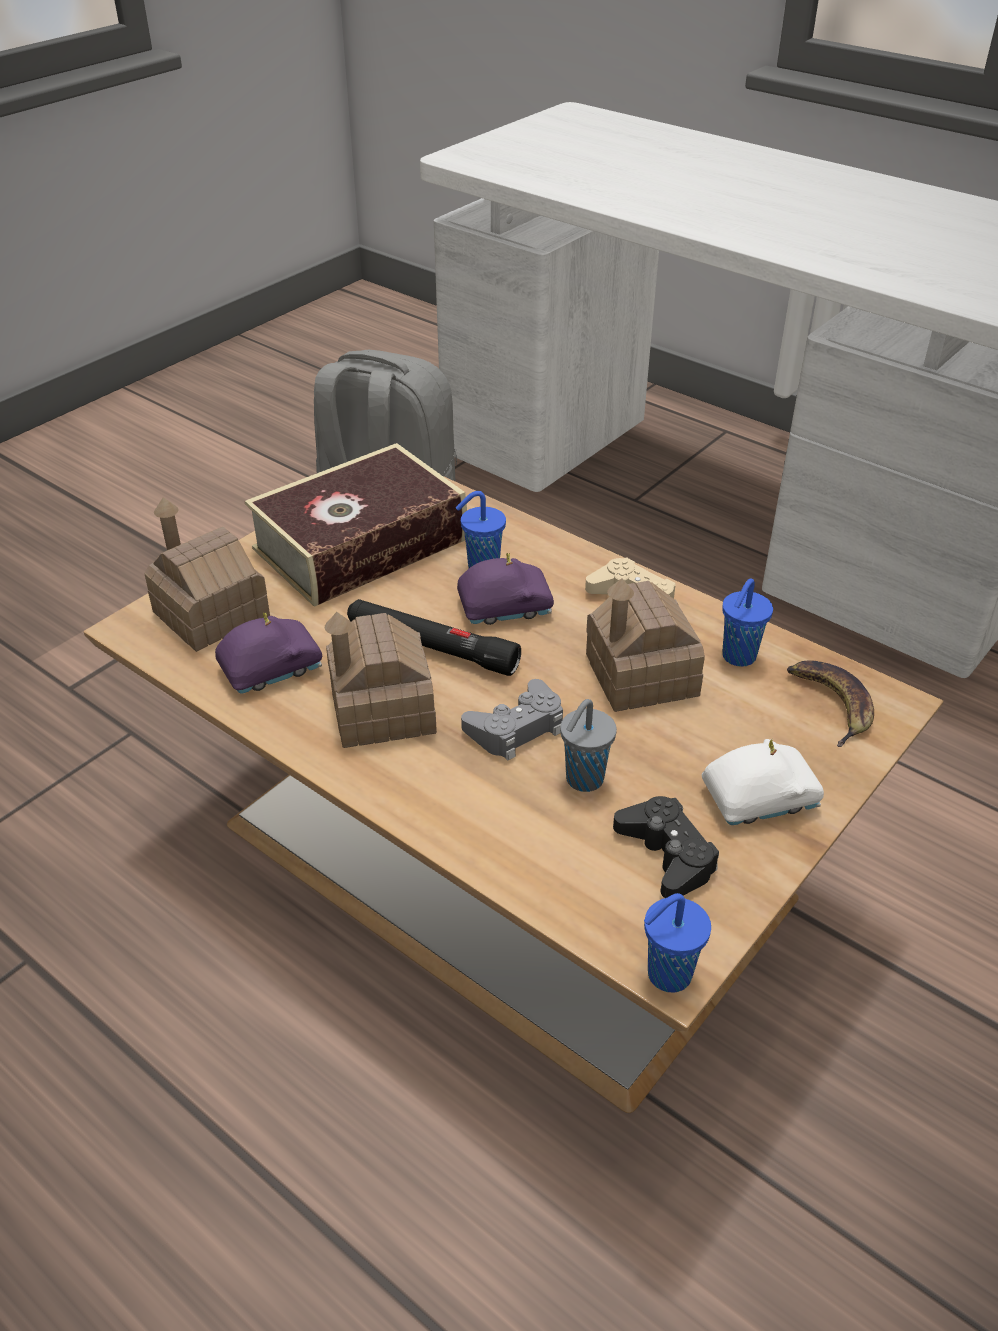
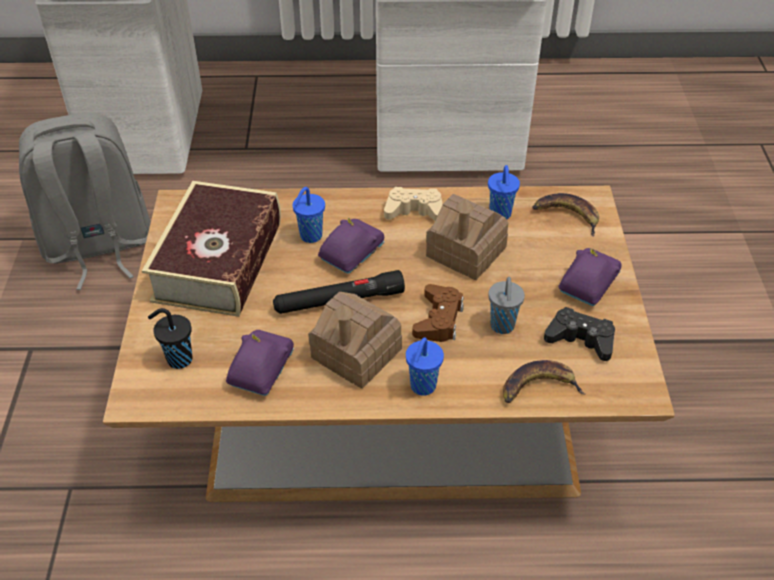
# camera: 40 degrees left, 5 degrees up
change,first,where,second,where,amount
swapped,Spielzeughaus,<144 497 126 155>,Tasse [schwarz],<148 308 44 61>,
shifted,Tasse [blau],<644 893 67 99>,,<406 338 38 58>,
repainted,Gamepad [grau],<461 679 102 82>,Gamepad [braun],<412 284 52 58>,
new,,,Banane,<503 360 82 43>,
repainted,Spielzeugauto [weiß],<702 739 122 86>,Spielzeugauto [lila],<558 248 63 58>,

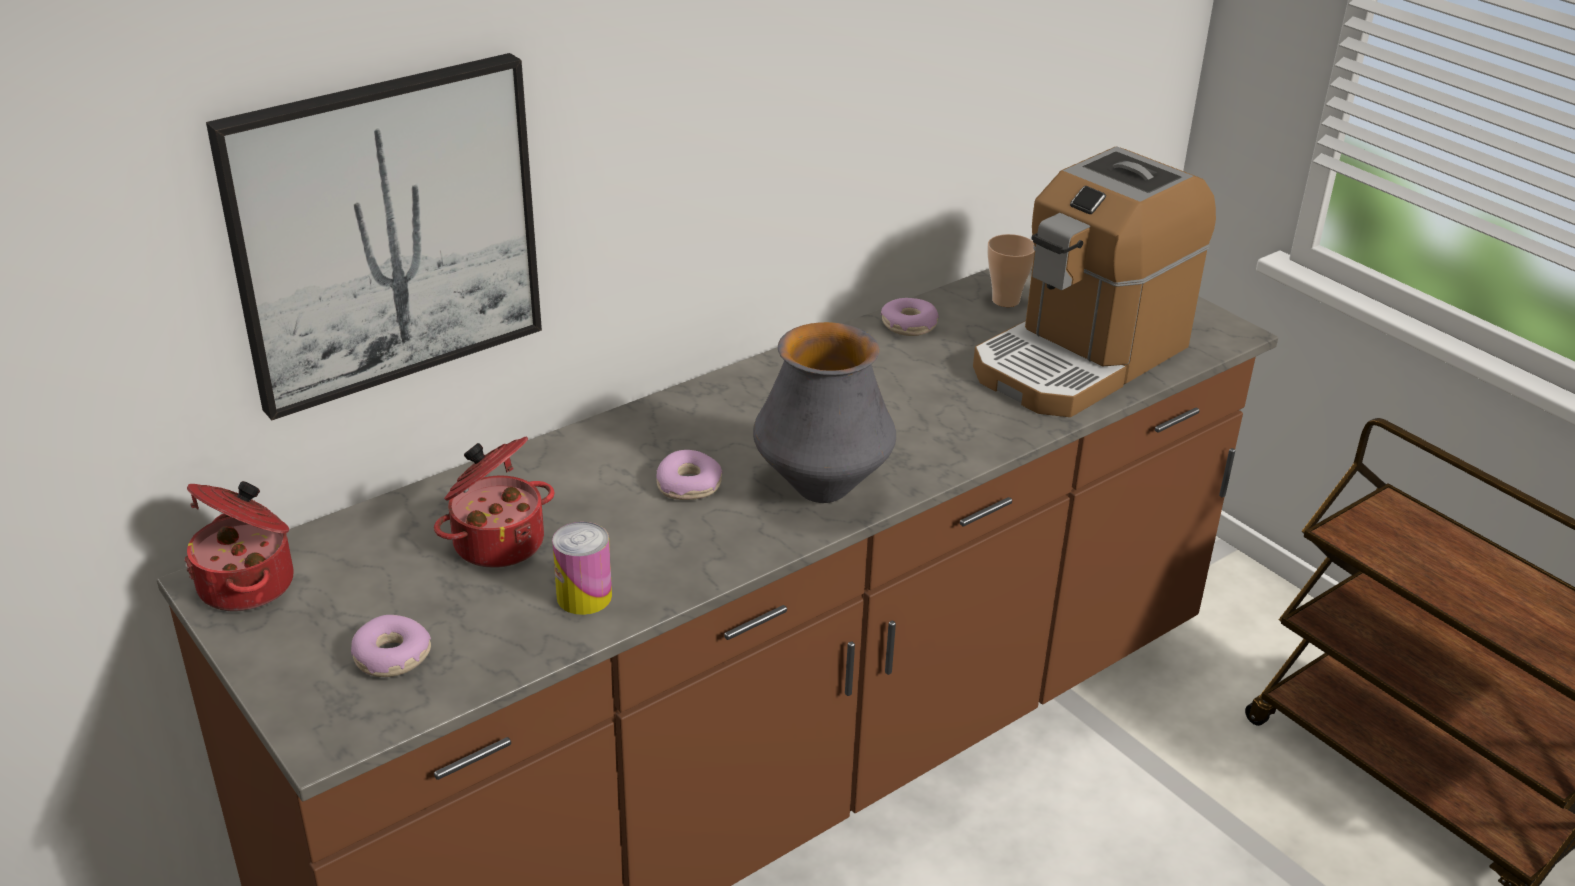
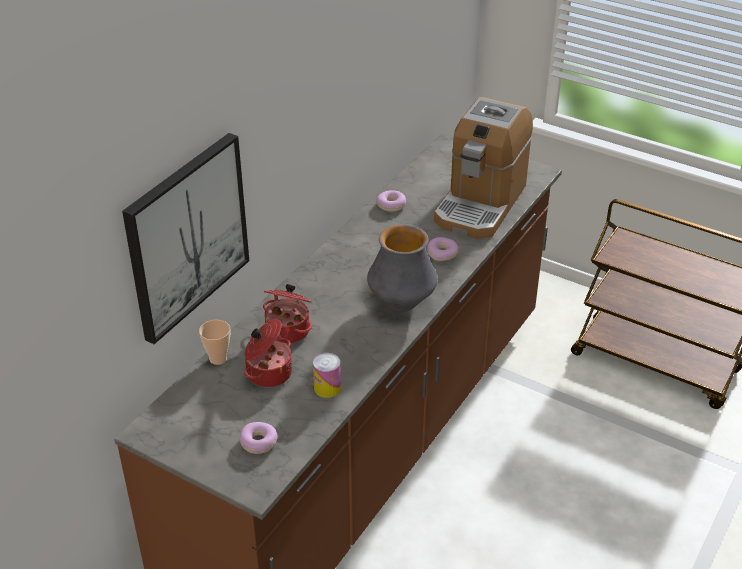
# camera: 20 degrees left, 5 degrees up
change,first,where,second,where,amount
shifted,Tasse,<987 234 47 73>,,<199 320 31 45>,
shifted,Kochtopf,<184 481 110 130>,,<263 284 49 60>,
shifted,Donut,<656 450 67 50>,,<427 237 31 24>,

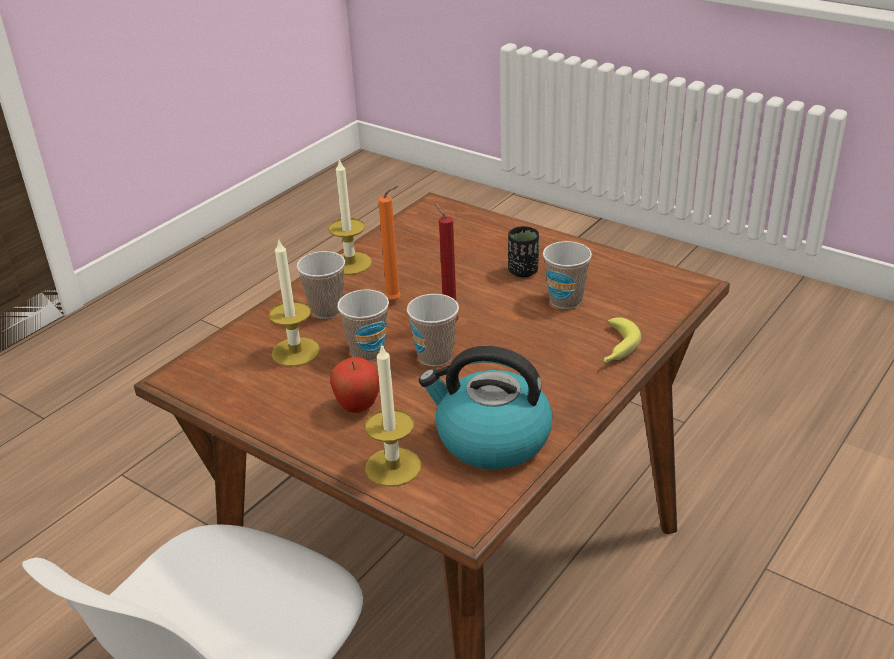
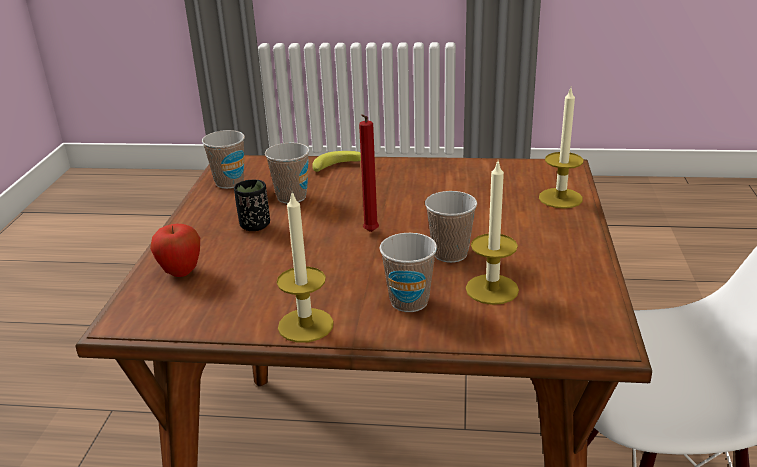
# camera: 120 degrees left, 5 degrees down
change,first,where,second,where,amount
shifted,Apfel,<330 357 50 56>,,<150 224 50 53>,
shifted,Tasse,<407 294 52 72>,,<202 130 43 59>,
gone,Kerze [orange],<378 186 23 115>,,,
gone,Wasserkessel,<419 346 134 123>,,,

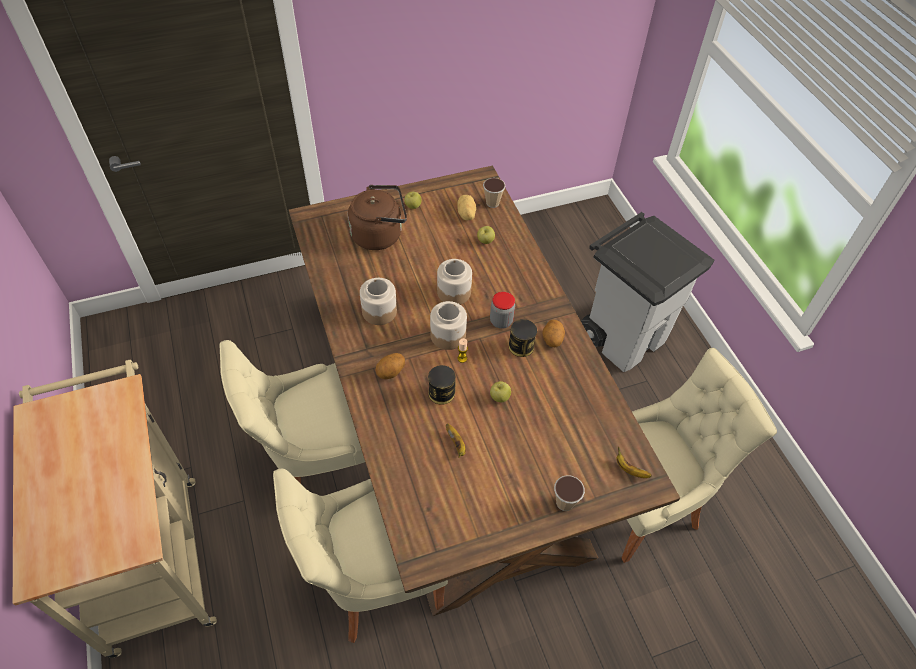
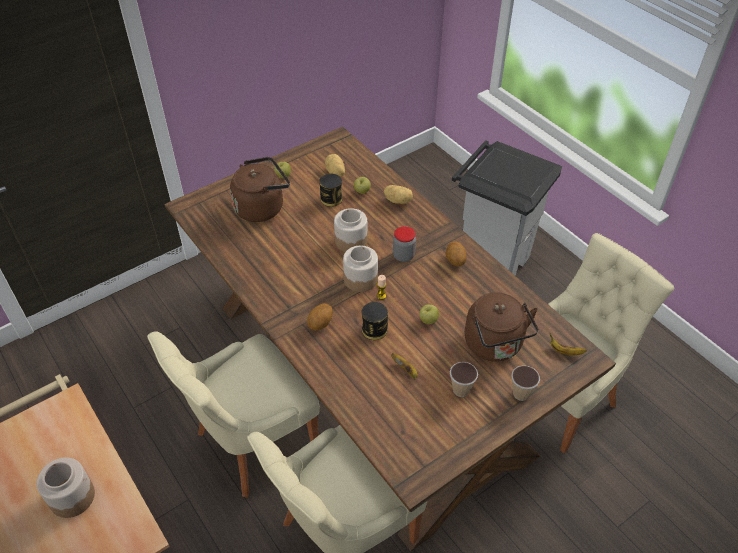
# camera: 15 degrees left, 5 degrees down
change,first,where,second,where,amount
shifted,Vorratsglas,<360 278 37 47>,,<36 457 59 61>,
shifted,Dose,<509 319 28 38>,,<319 174 23 33>,
new,,,Kartoffel,<384 185 29 19>,
shifted,Tasse,<483 178 22 30>,,<450 362 28 35>,
new,,,Wasserkessel [braun],<465 292 74 69>,

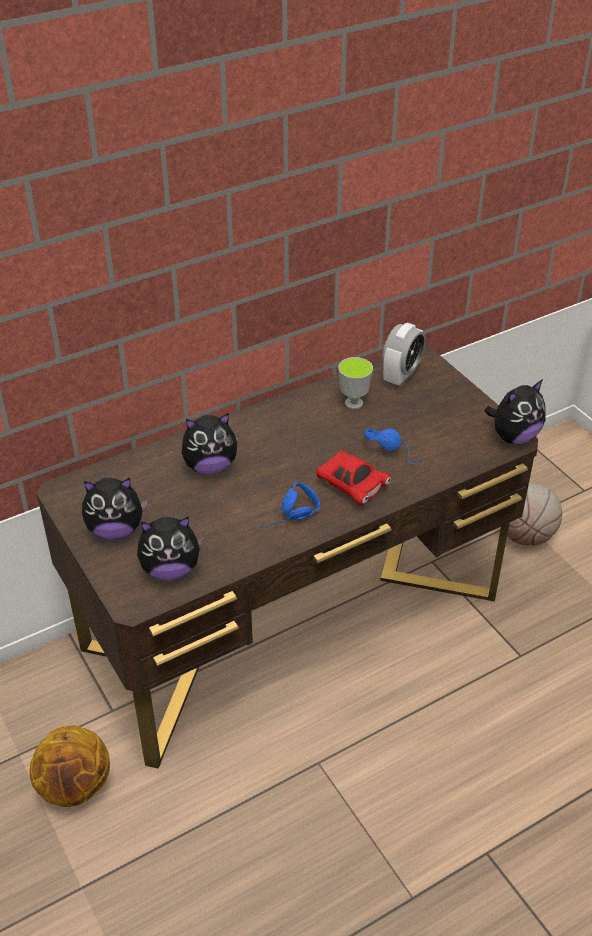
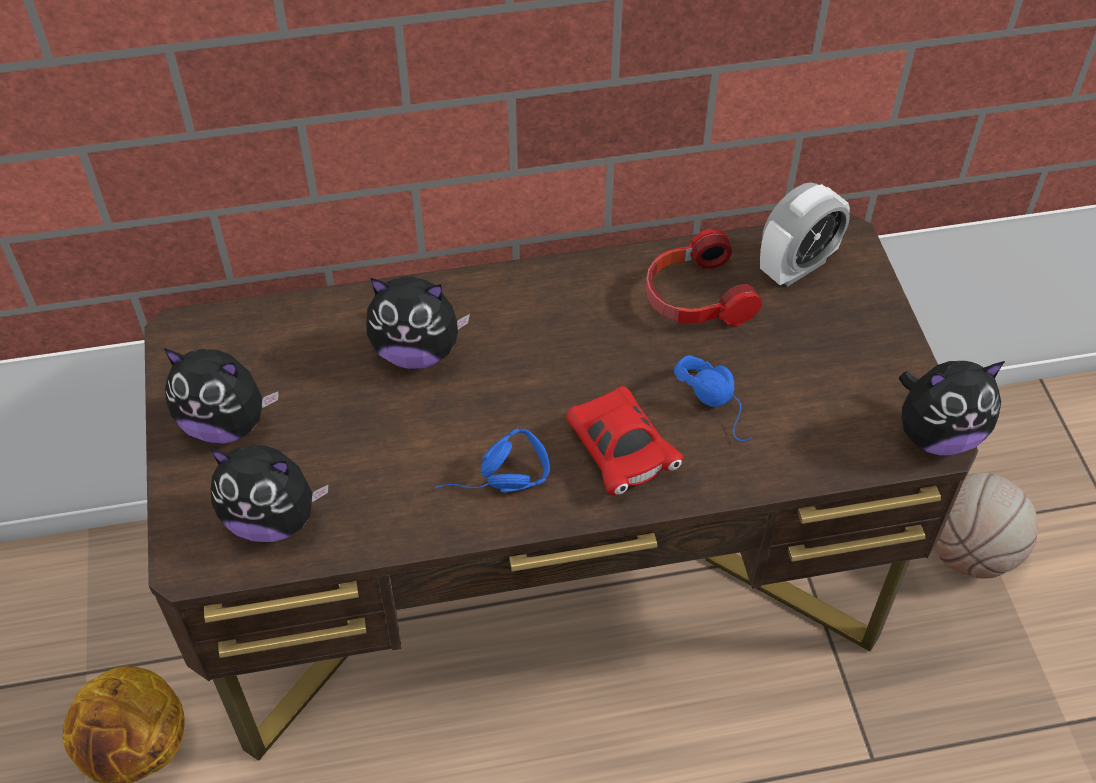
# camera: 20 degrees right, 10 degrees up
change,first,where,second,where,amount
swapped,Tasse,<338 357 35 52>,Kopfhörer,<646 229 116 97>,

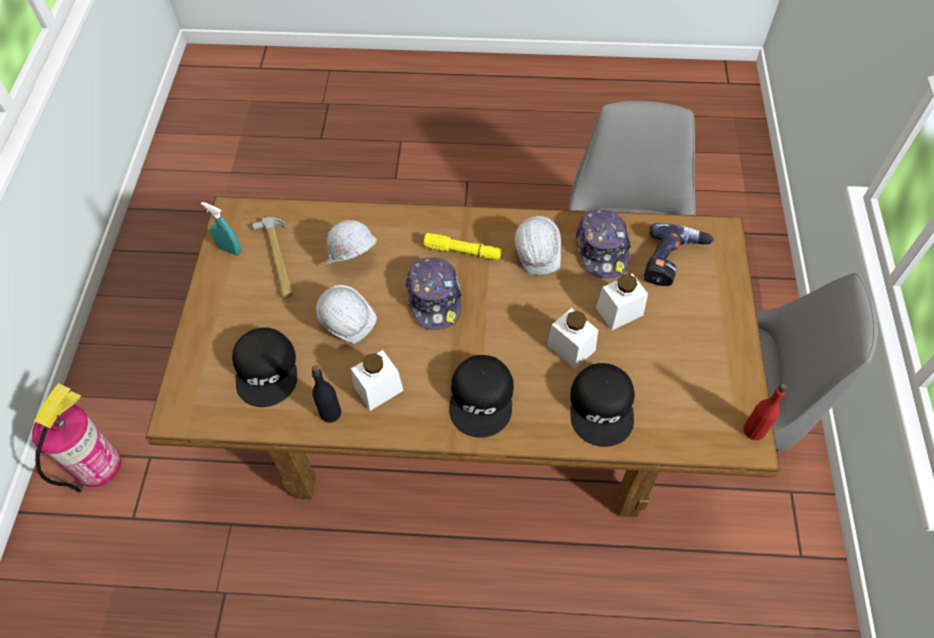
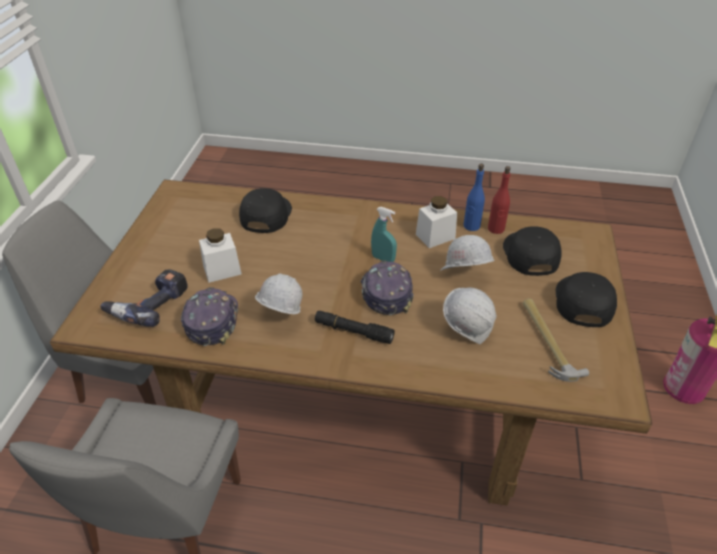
# camera: 175 degrees left, 15 degrees down
change,first,where,second,where,amount
repainted,Taschenlampe [gelb],<424 233 78 27>,Taschenlampe [schwarz],<315 311 80 33>,
shifted,Sprühflasche [türkis],<201 202 40 53>,,<371 207 26 55>,
repainted,Flasche [schwarz],<312 366 29 57>,Flasche [blau],<464 164 21 67>,
shifted,Flasche [rot],<743 384 44 56>,,<488 166 22 68>,
shifted,Kappe [schwarz],<449 355 65 83>,,<556 272 61 55>,
gone,Vorratsglas [weiß],<547 308 51 61>,,,

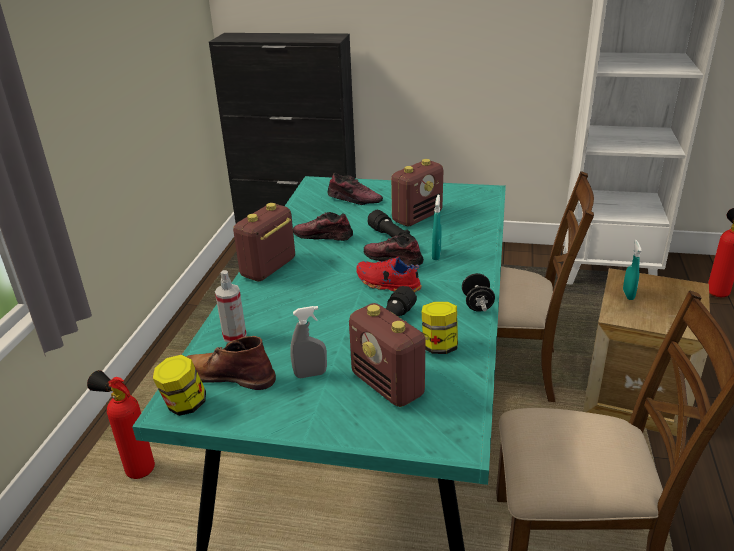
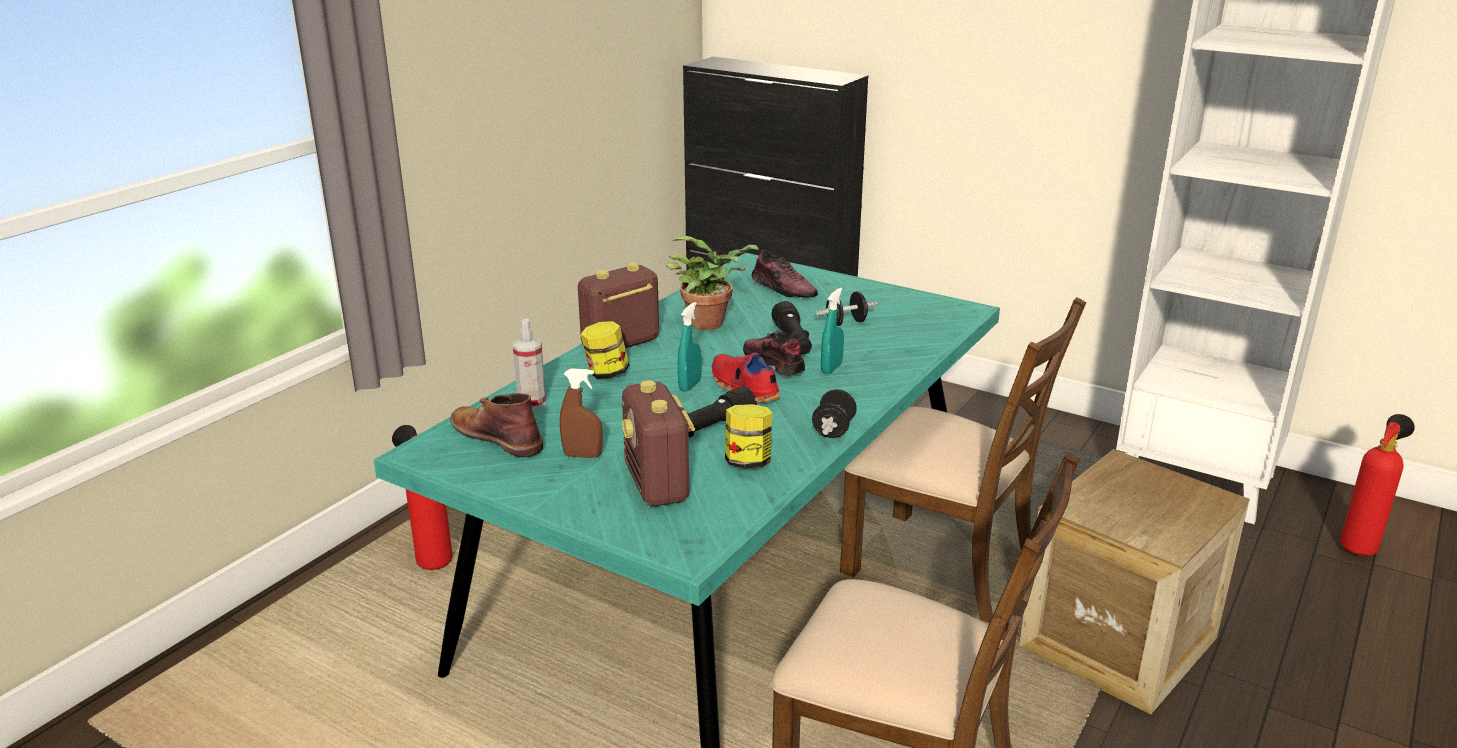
# camera: 20 degrees right, 5 degrees down
change,first,where,second,where,amount
repainted,Sprühflasche [grau],<290 306 37 72>,Sprühflasche [braun],<560 368 43 90>,
shifted,Vorratsglas,<153 355 53 61>,,<581 321 48 58>,
swapped,Schuh,<293 212 60 29>,Topfpflanze,<666 235 93 95>,
shifted,Sprühflasche [türkis],<623 240 19 60>,,<678 302 23 90>,
swapped,Radio,<391 159 52 67>,Hantel [schwarz],<815 291 62 35>,

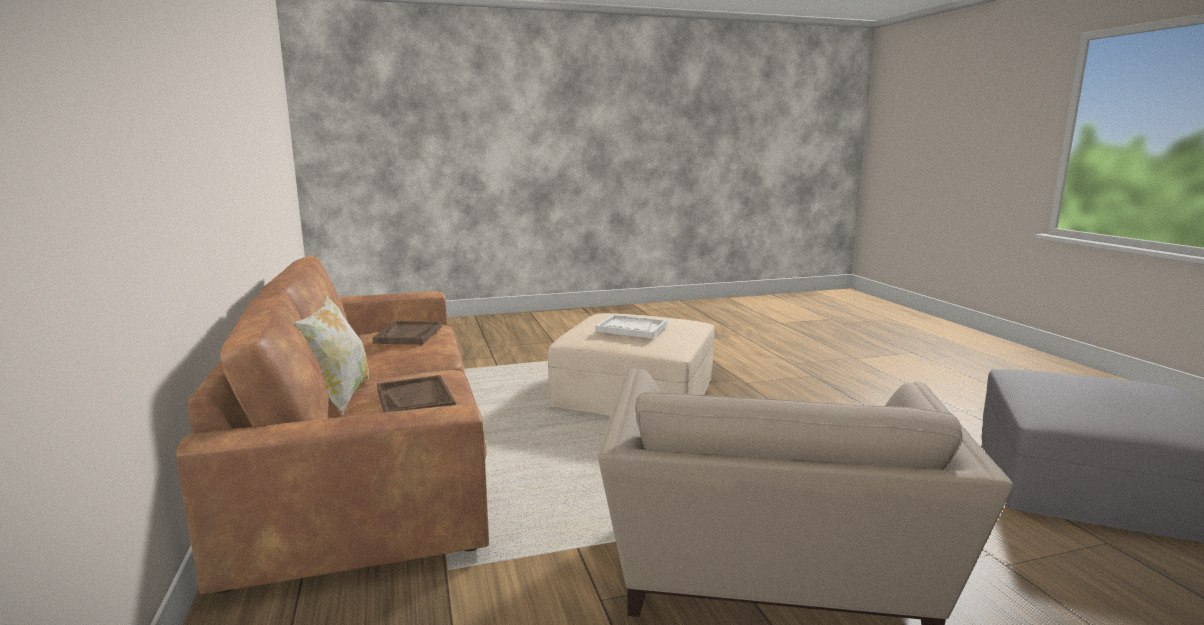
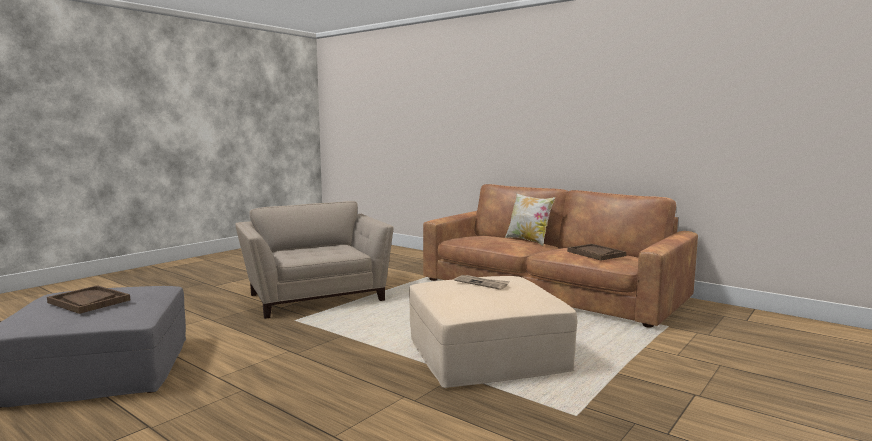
# camera: 145 degrees right, 5 degrees down
change,first,where,second,where,amount
shifted,Tablett [braun],<377 375 79 37>,,<47 285 83 29>,
swapped,Tablett [weiß],<595 315 72 23>,Zeitung,<454 275 56 15>,

